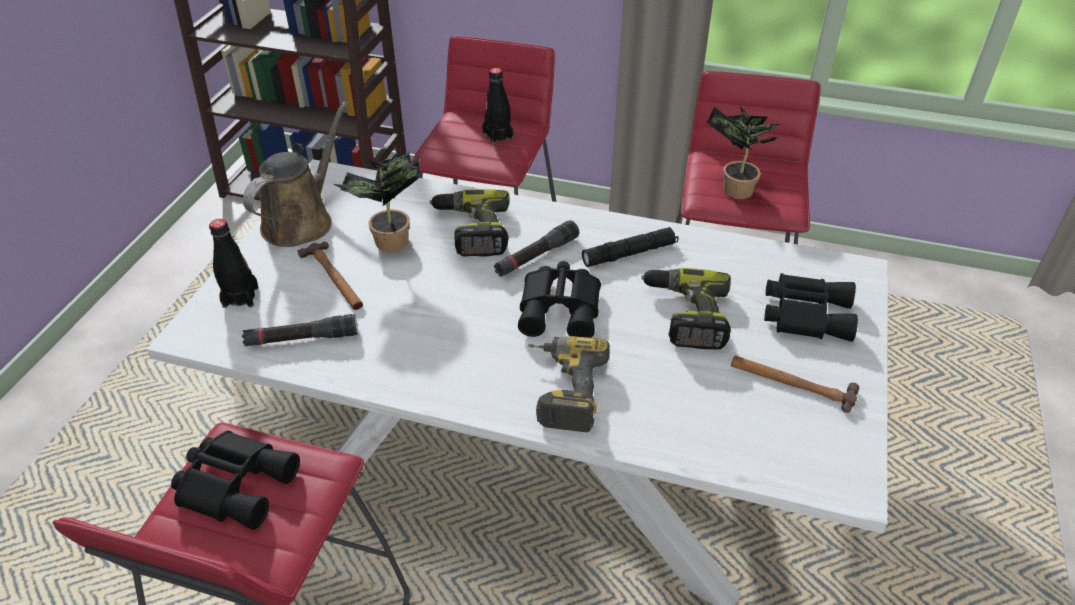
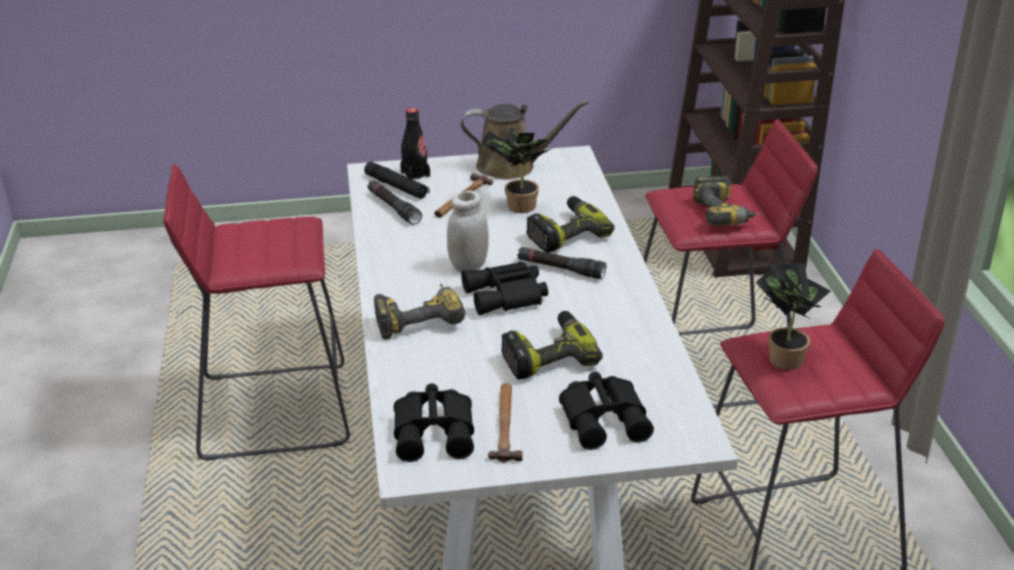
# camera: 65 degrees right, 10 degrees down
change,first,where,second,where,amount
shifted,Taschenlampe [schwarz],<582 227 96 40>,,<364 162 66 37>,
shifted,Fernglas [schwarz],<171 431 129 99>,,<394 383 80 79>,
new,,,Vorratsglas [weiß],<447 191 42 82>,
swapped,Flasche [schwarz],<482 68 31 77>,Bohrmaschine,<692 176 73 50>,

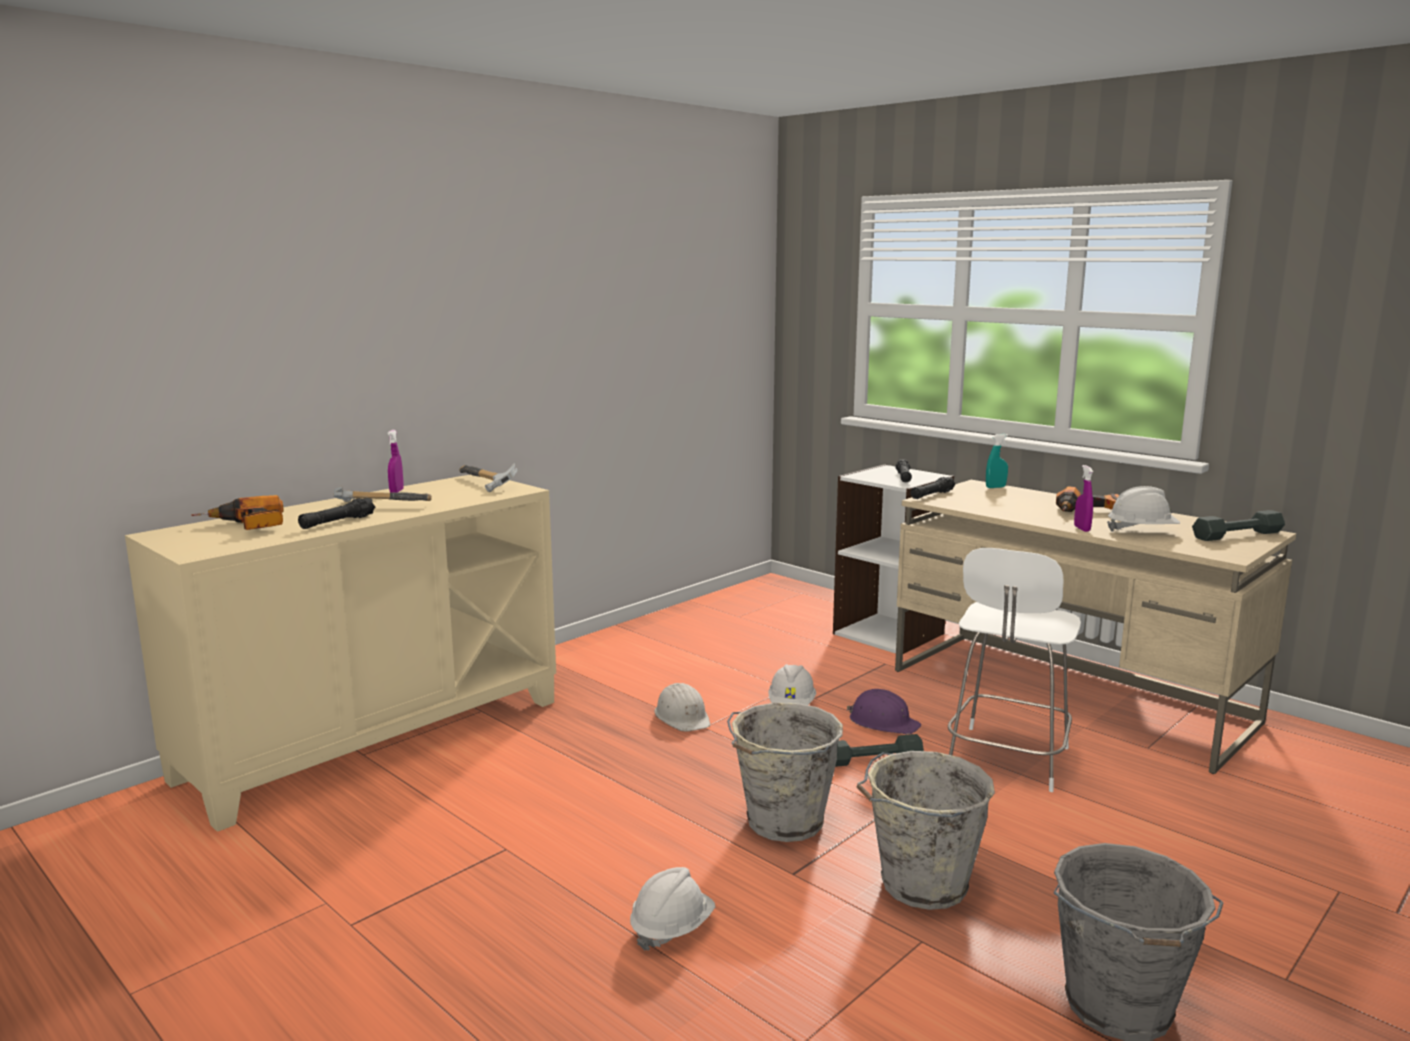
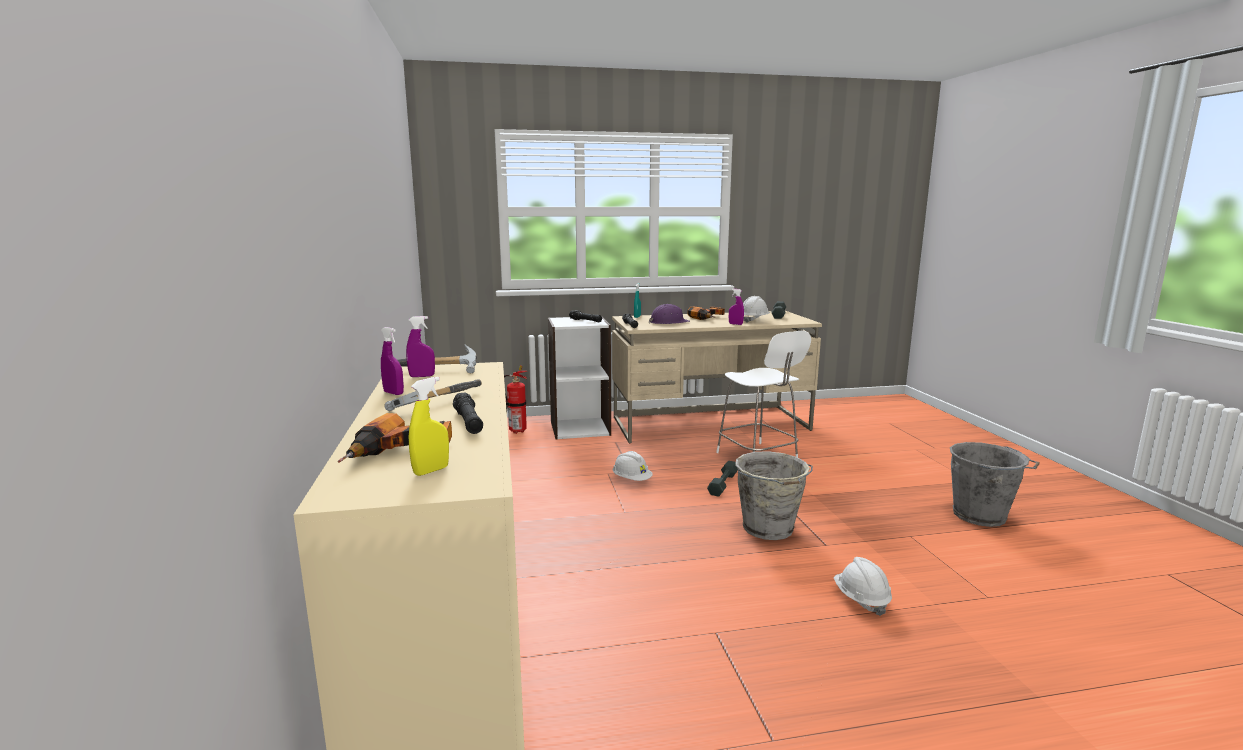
# camera: 55 degrees left, 0 degrees up
change,first,where,second,where,amount
new,,,Sprühflasche [lila],<406 316 29 61>,
new,,,Sprühflasche [gelb],<409 377 40 99>,
new,,,Feuerlöscher,<504 365 23 69>,
shifted,Schutzhelm [lila],<847 689 74 45>,,<649 304 41 20>,
gone,Schutzhelm [weiß],<655 683 55 49>,,,
gone,Eimer [grau],<857 751 138 159>,,,

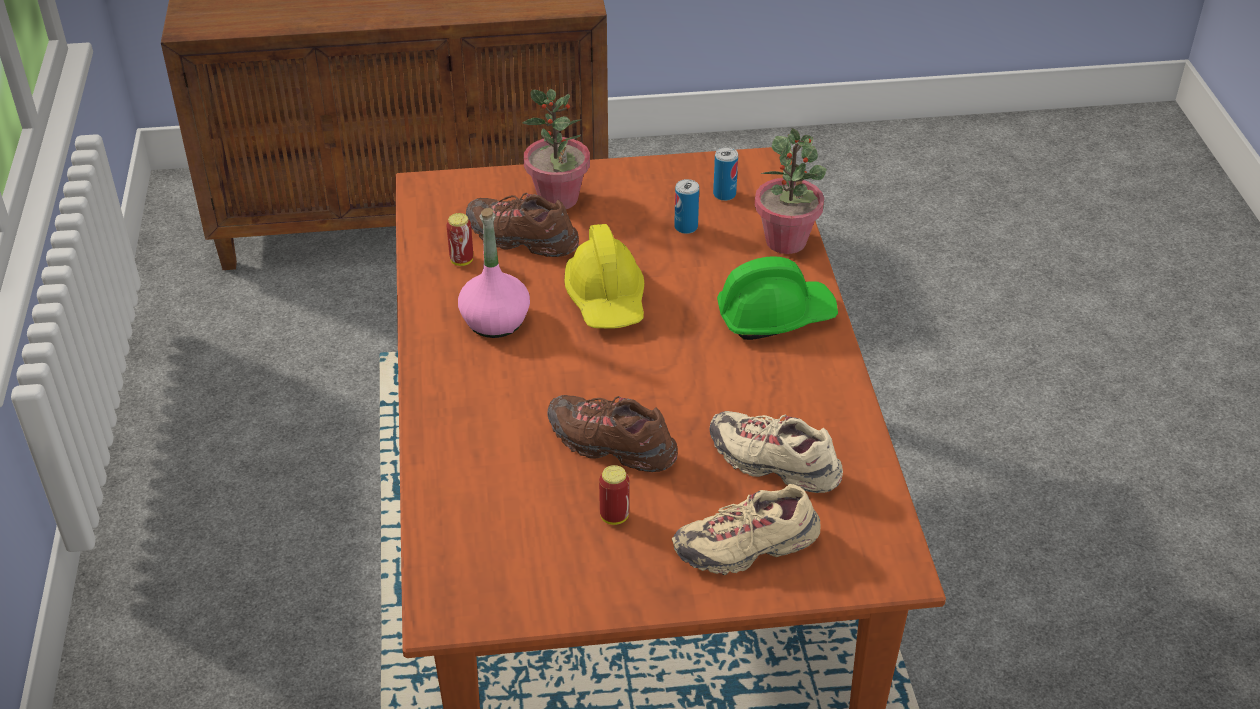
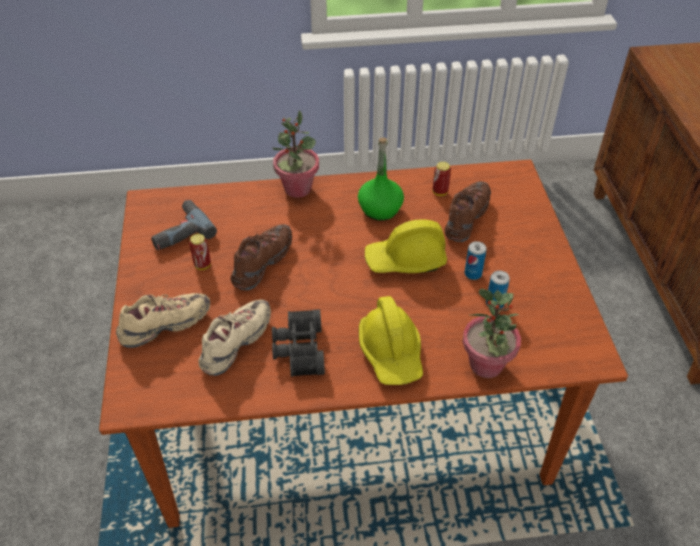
# camera: 90 degrees right, 5 degrees up
change,first,where,second,where,amount
rotated,Schuh [beige],<672 484 148 91>,,<116 293 94 55>,75 degrees clockwise
new,,,Bohrmaschine,<151 200 66 50>,
shifted,Topfpflanze,<522 89 68 120>,,<272 110 47 88>,
new,,,Fernglas [schwarz],<272 309 53 68>,
repainted,Flasche [rosa],<458 208 72 130>,Flasche [grün],<358 137 46 84>,
repainted,Schutzhelm [grün],<717 256 121 84>,Schutzhelm [gelb],<359 296 64 89>,
shifted,Dose,<713 147 25 54>,,<465 241 22 39>,

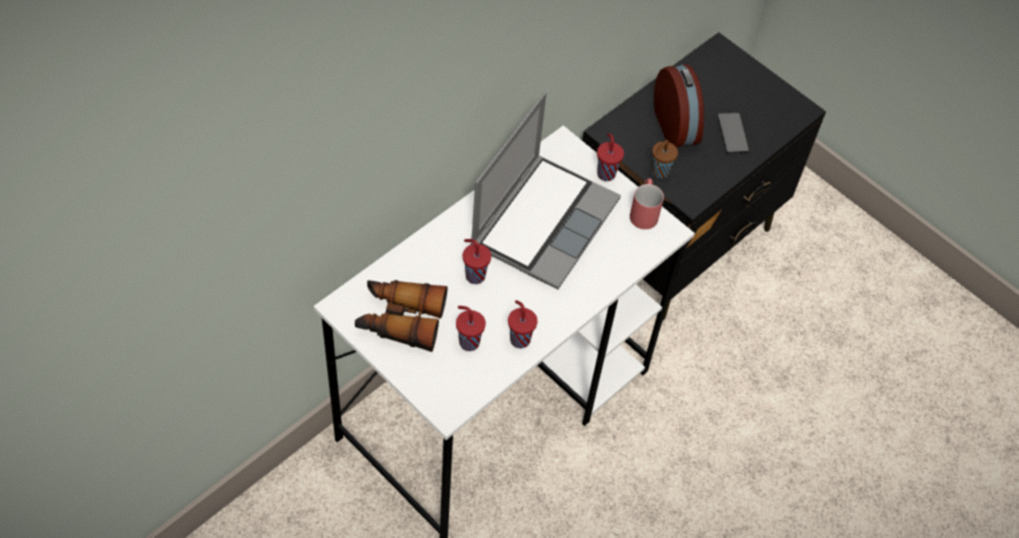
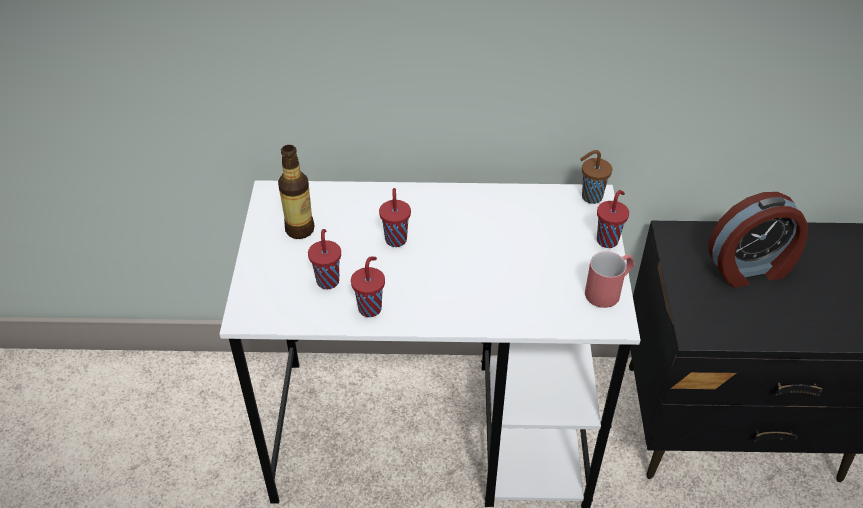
# camera: 50 degrees right, 10 degrees down
change,first,where,second,where,amount
swapped,Fernglas,<355 280 93 72>,Flasche,<278 145 37 94>,
shifted,Tasse [braun],<652 140 26 39>,,<580 150 32 54>,
rotated,Wecker,<654 64 50 84>,,<708 192 100 96>,45 degrees clockwise
gone,Laptop,<470 92 151 198>,,,
gone,Handy,<717 113 32 40>,,,

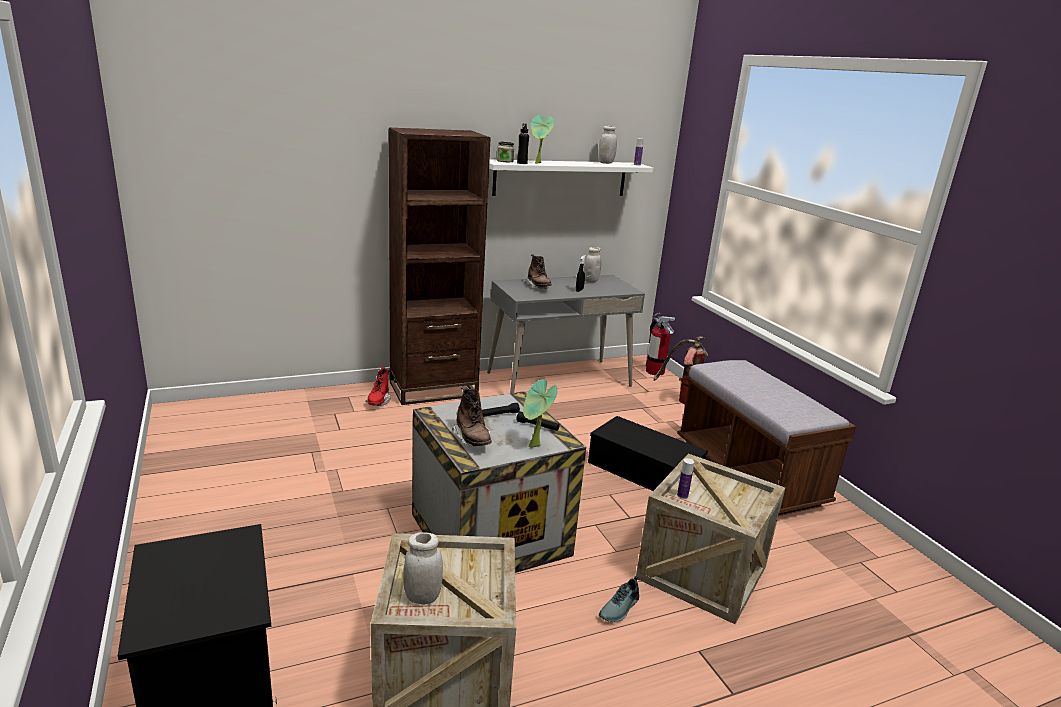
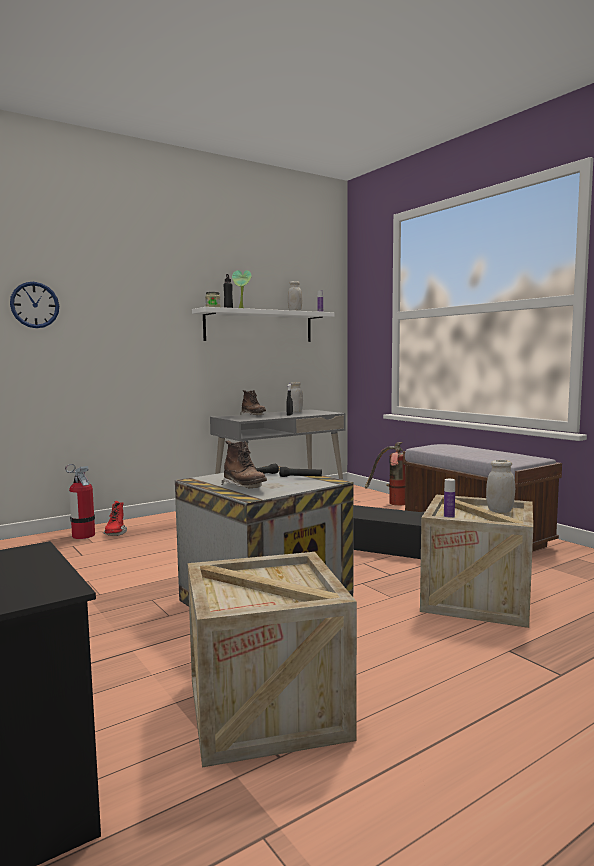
# camera: 10 degrees left, 15 degrees down
change,first,where,second,where,amount
new,,,Wanduhr,<10 282 49 46>,
shifted,Feuerlöscher,<646 313 29 62>,,<65 464 30 75>,
shifted,Vorratsglas [weiß],<403 532 40 73>,,<486 460 29 53>,
gone,Bücherregal [braun],<389 128 102 277>,,,
gone,Topfpflanze,<523 379 35 69>,,,
gone,Schuh,<599 576 40 46>,,,

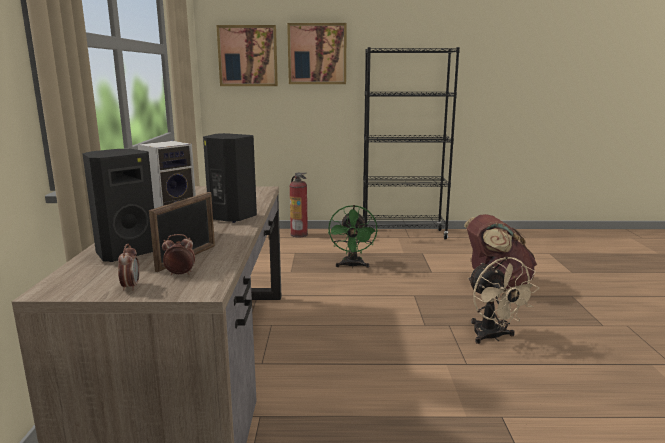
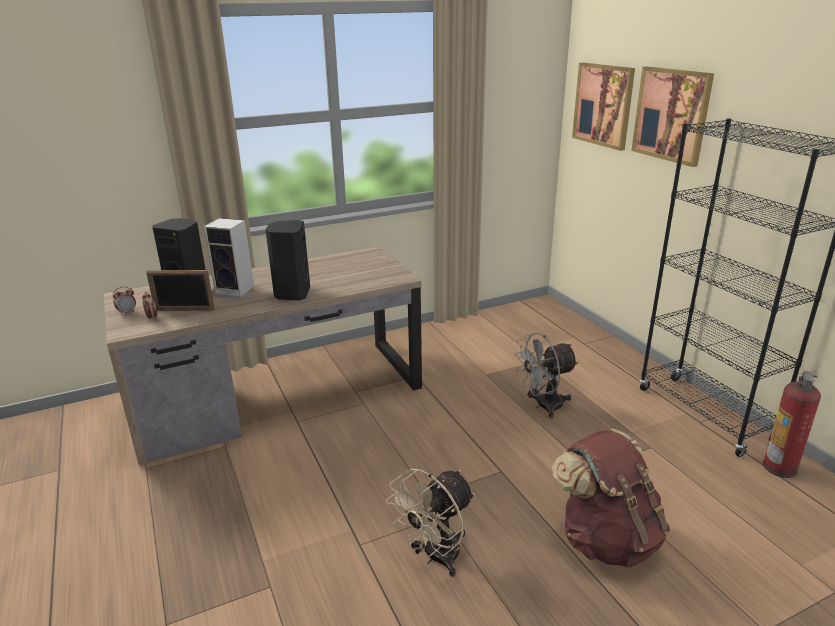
# camera: 65 degrees right, 10 degrees up
change,first,where,second,where,amount
repainted,Ventilator [grün],<328 205 49 63>,Ventilator [grau],<513 333 65 85>,
shifted,Feuerlöscher,<290 173 18 64>,,<763 371 58 107>,

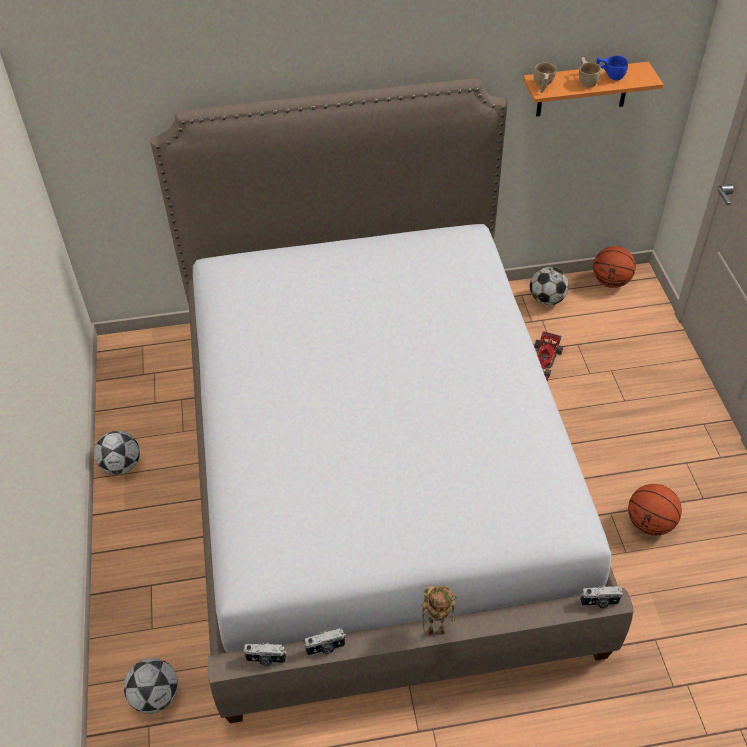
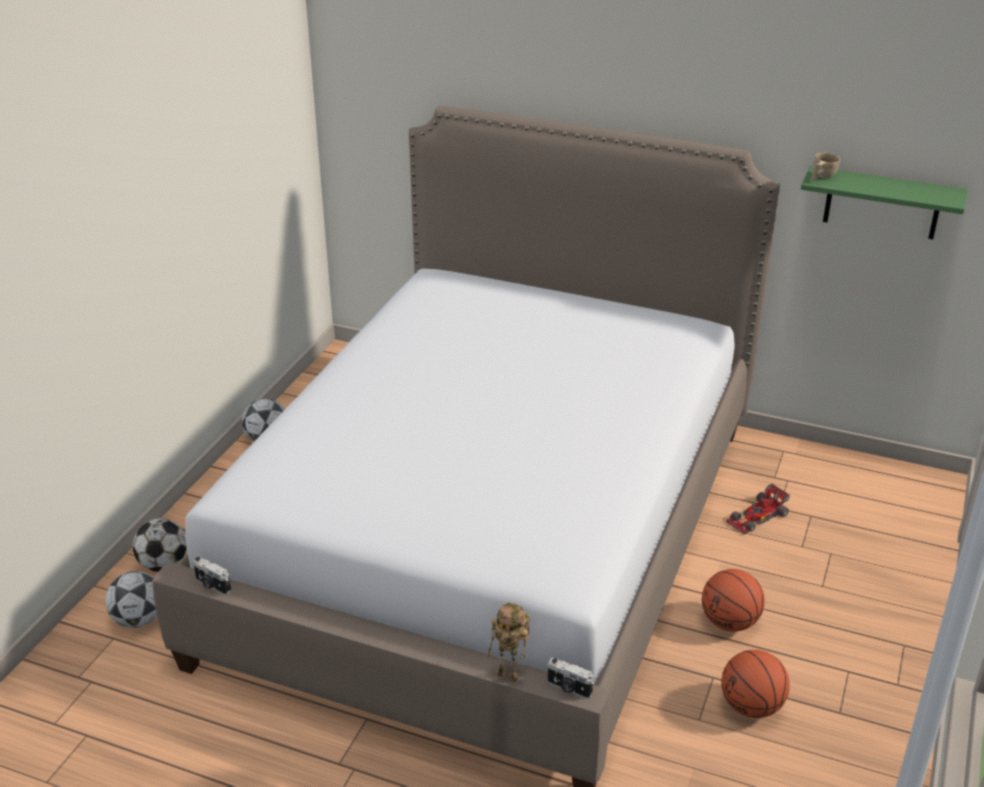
# camera: 30 degrees right, 15 degrees down
change,first,where,second,where,amount
shifted,Fußball,<530 267 39 38>,,<133 518 54 54>,
shifted,Spielzeugroboter,<422 586 35 49>,,<487 603 43 79>,
shifted,Basketball,<593 246 43 42>,,<702 569 63 62>,
repainted,Wandregal [orange],<523 62 141 55>,Wandregal [grün],<801 166 167 73>,
gone,Kamera,<304 629 42 27>,,,
gone,Tasse [beige],<579 57 22 31>,,,
gone,Tasse [blau],<596 56 32 24>,,,

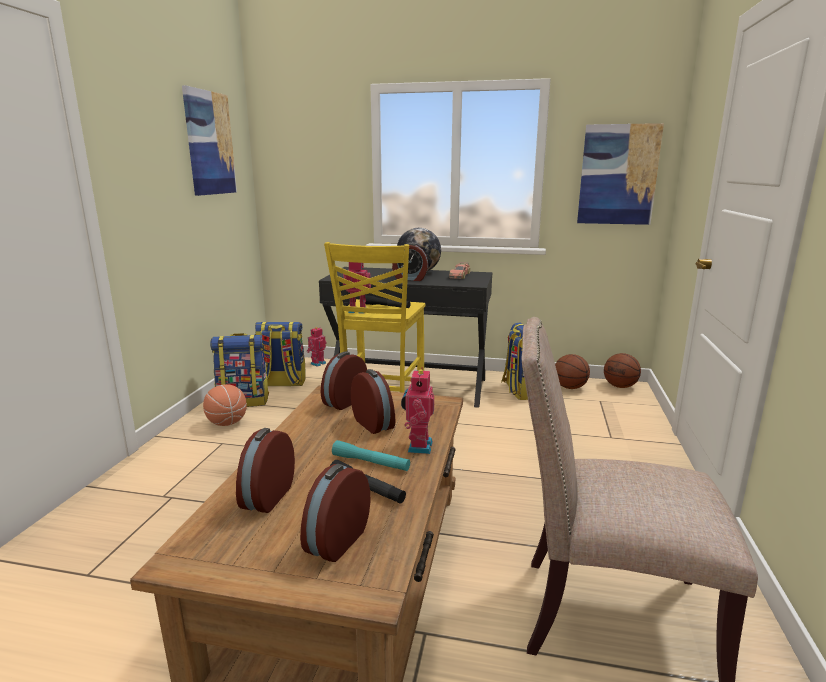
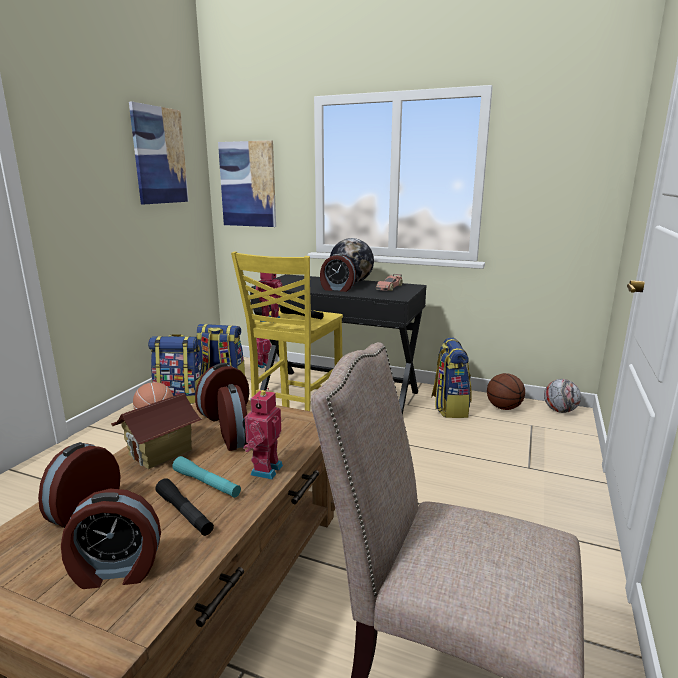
# camera: 10 degrees right, 0 degrees up
change,first,where,second,where,amount
rotated,Wecker,<300 464 71 98>,,<61 489 100 100>,135 degrees counterclockwise
new,,,Spielzeughaus,<111 393 91 76>,
shifted,Bild,<577 123 87 102>,,<218 140 58 87>,
swapped,Basketball,<604 353 37 35>,Fußball,<544 379 37 34>,

